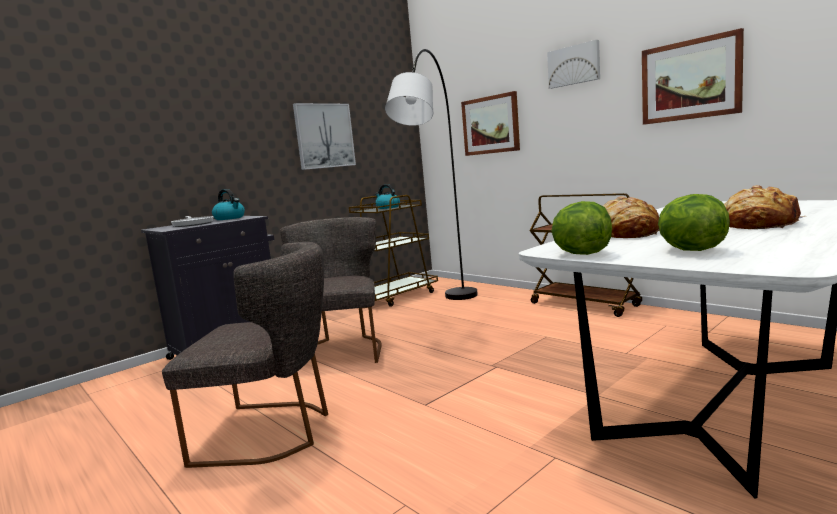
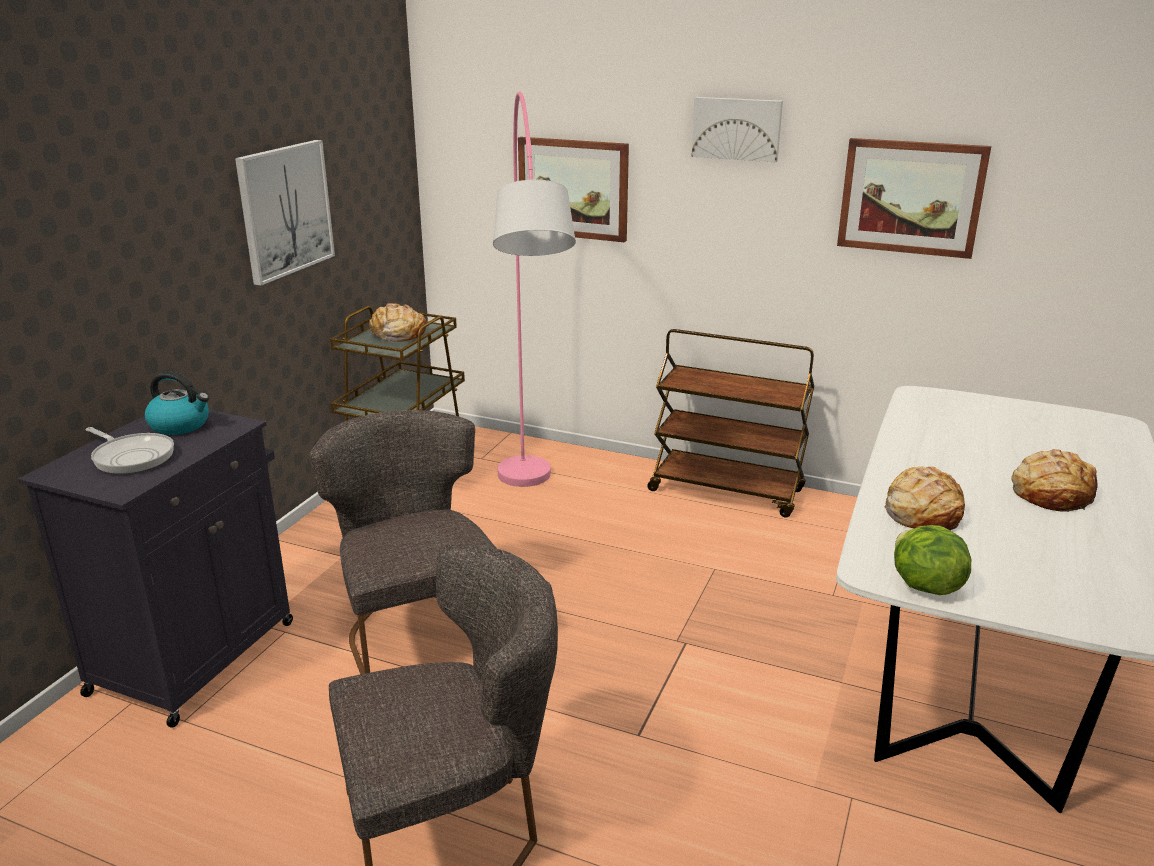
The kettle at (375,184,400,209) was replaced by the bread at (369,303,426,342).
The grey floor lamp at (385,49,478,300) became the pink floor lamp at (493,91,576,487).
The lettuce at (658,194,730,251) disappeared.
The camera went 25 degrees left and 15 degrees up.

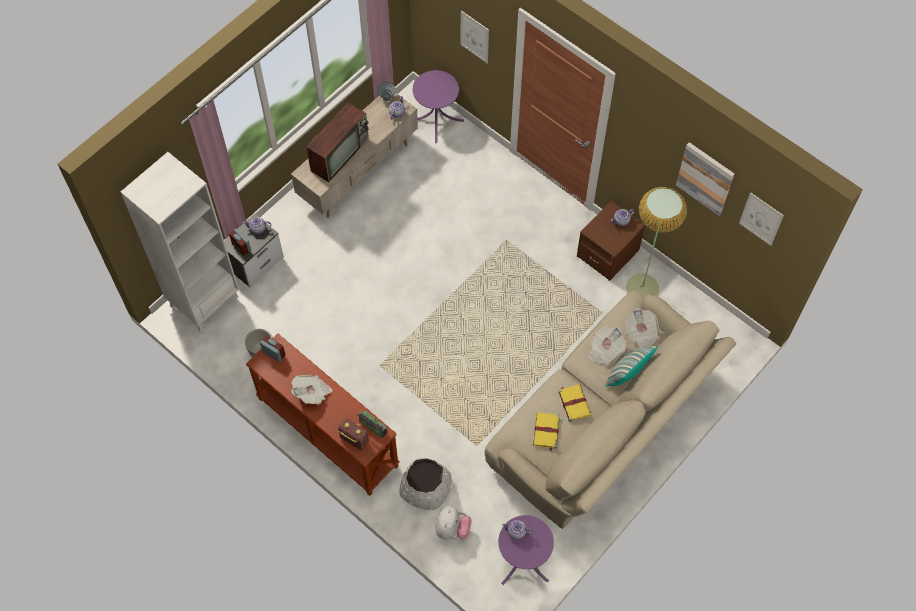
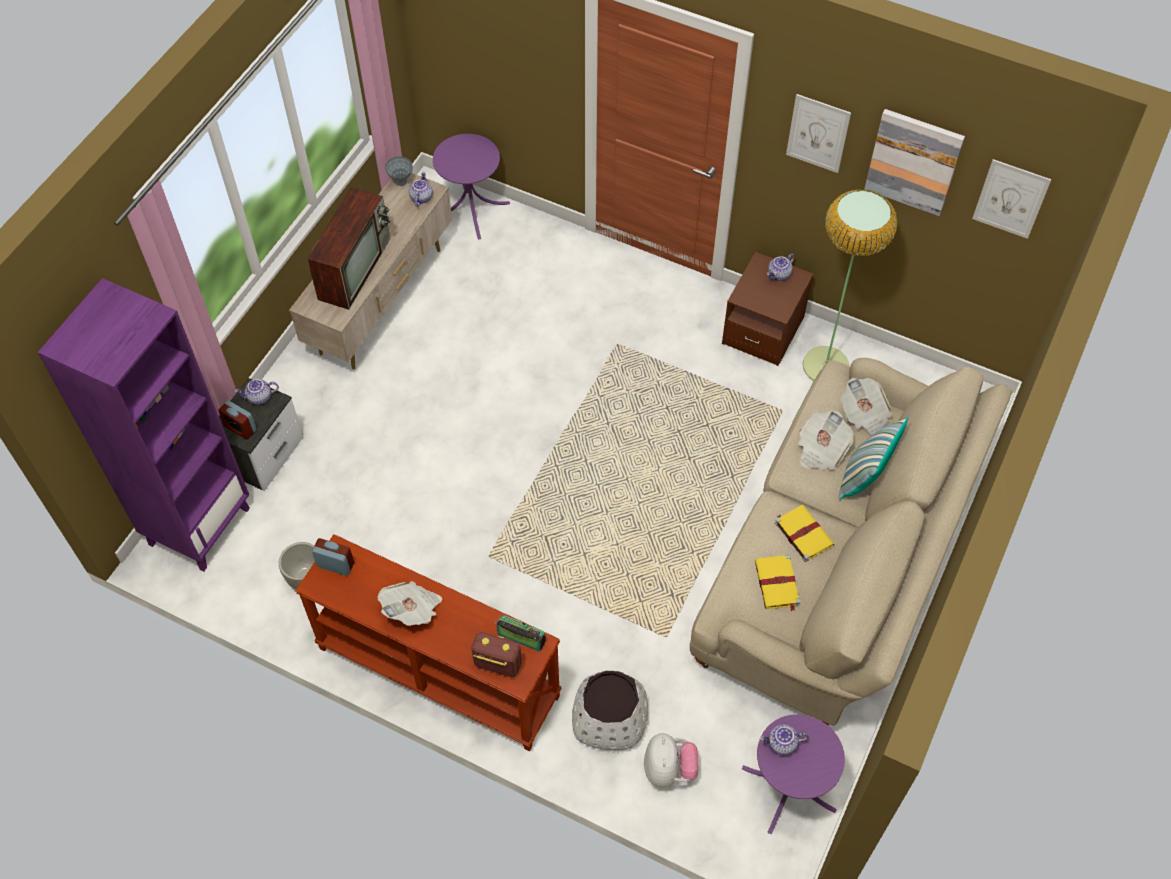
The white bookcase at (121,152,239,332) became the purple bookcase at (38,278,250,572).
The picture moved from (461,10,489,63) to (786,94,851,173).
The camera went 15 degrees left and 5 degrees down.

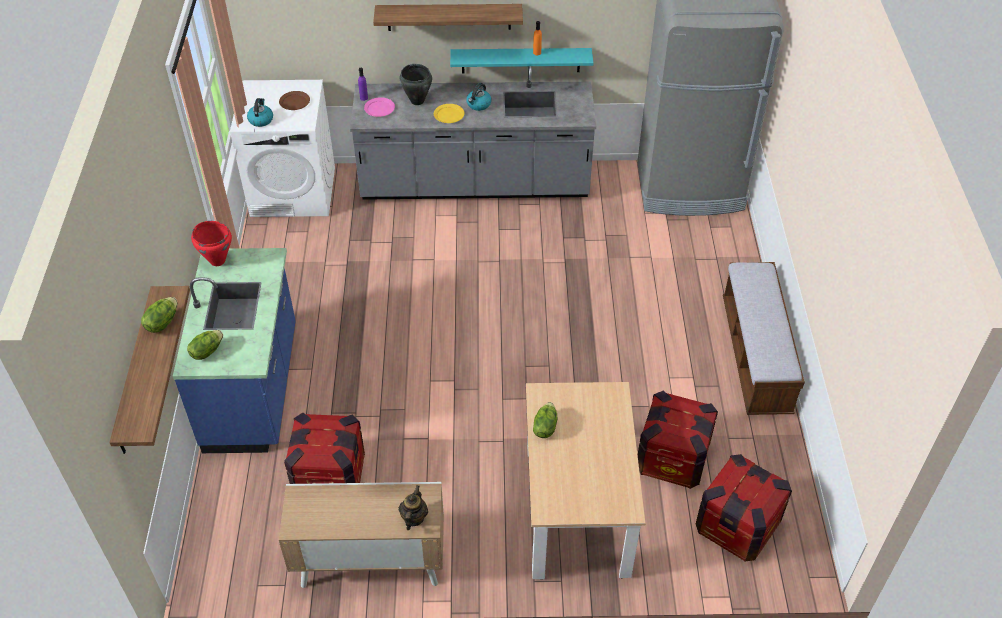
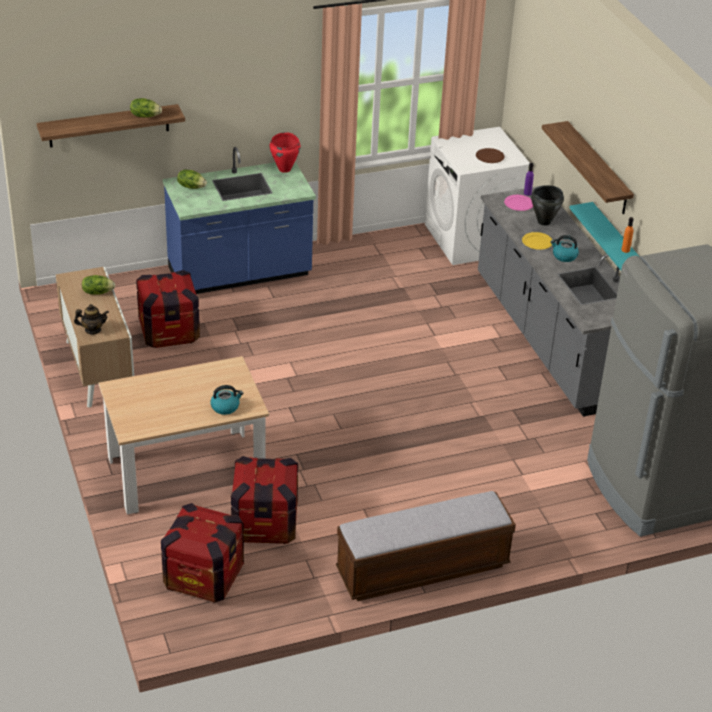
The kettle moved from (247,98,273,127) to (210,385,244,415).
The lettuce moved from (533,402,557,438) to (82,275,115,295).
The camera went 70 degrees right and 10 degrees down.

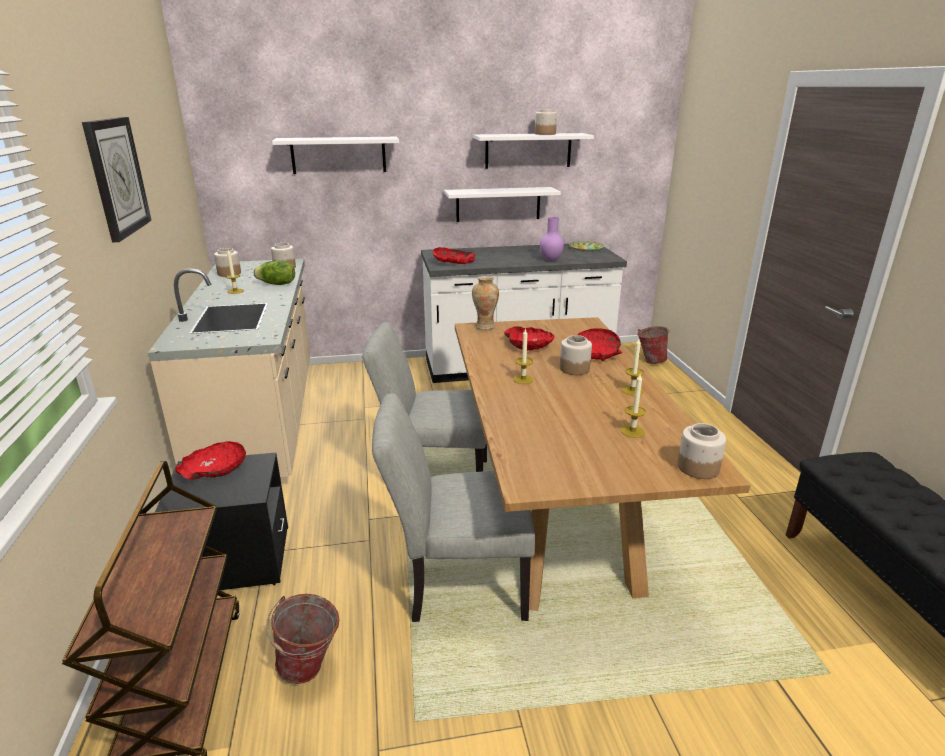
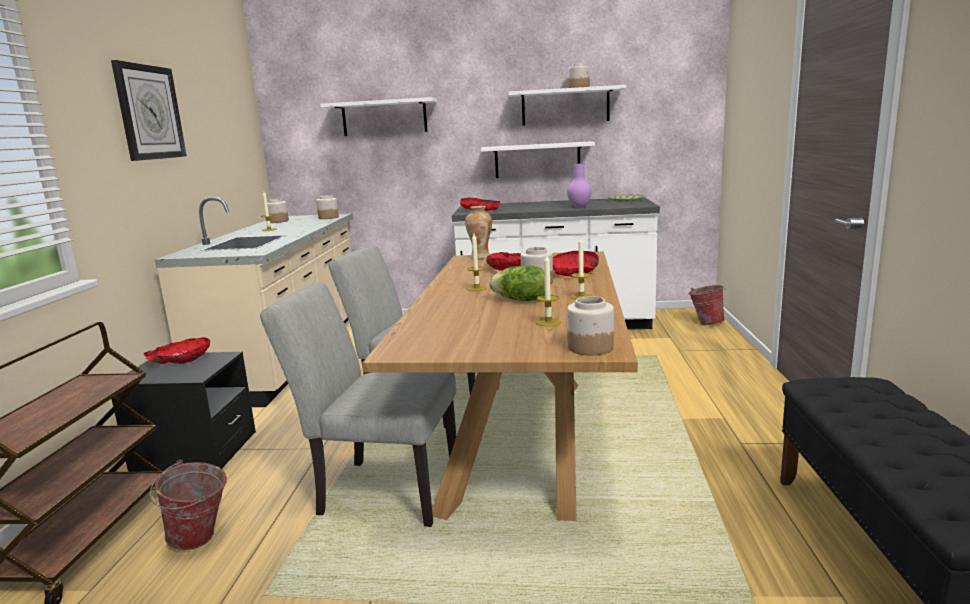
The lettuce moved from (253,261,295,285) to (489,266,545,301).
The camera went 15 degrees right and 10 degrees down.

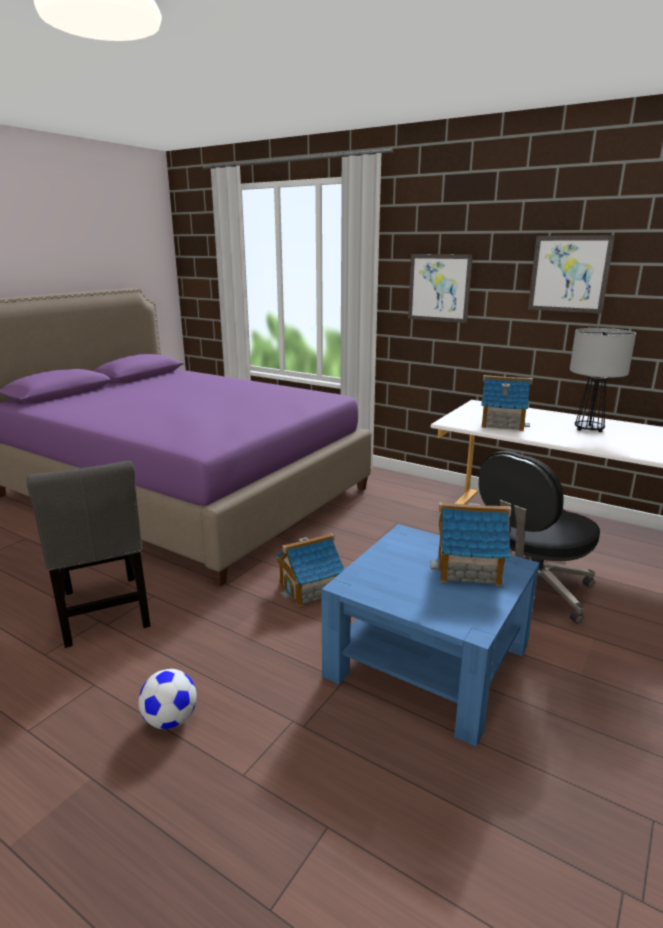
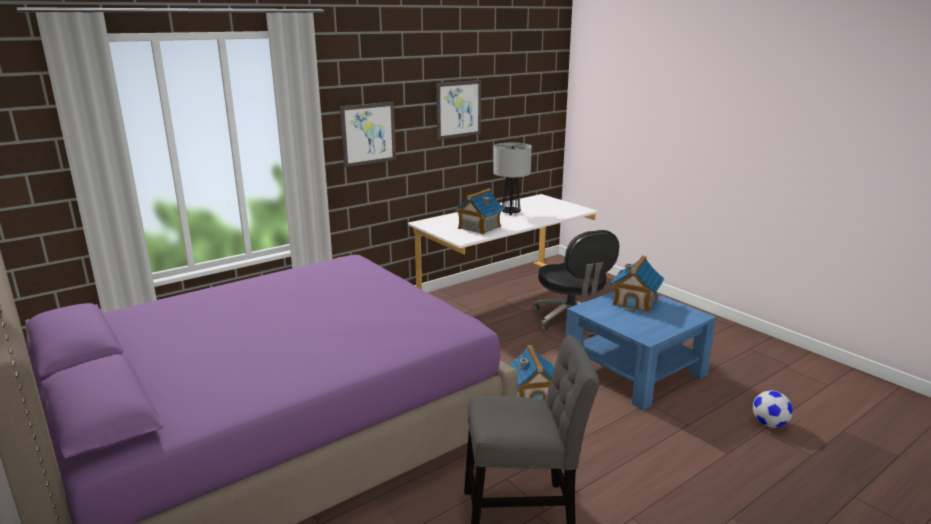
The football moved from (138,669,197,729) to (753,390,793,428).
The camera went 70 degrees left and 0 degrees up.

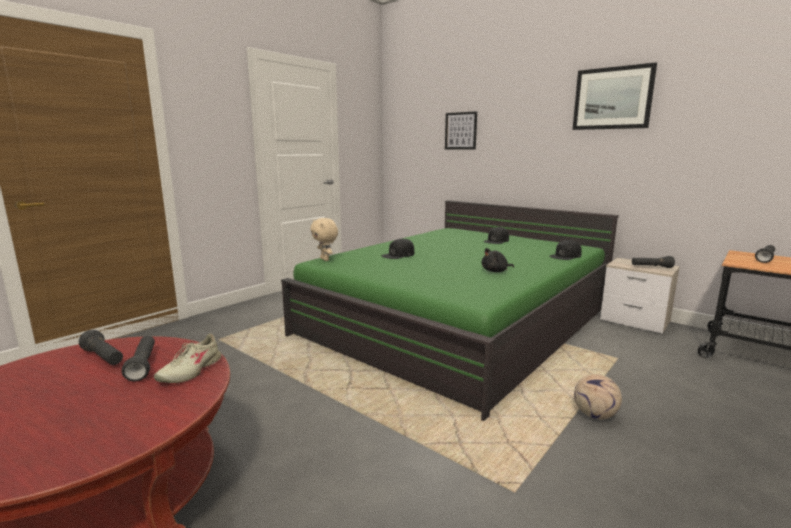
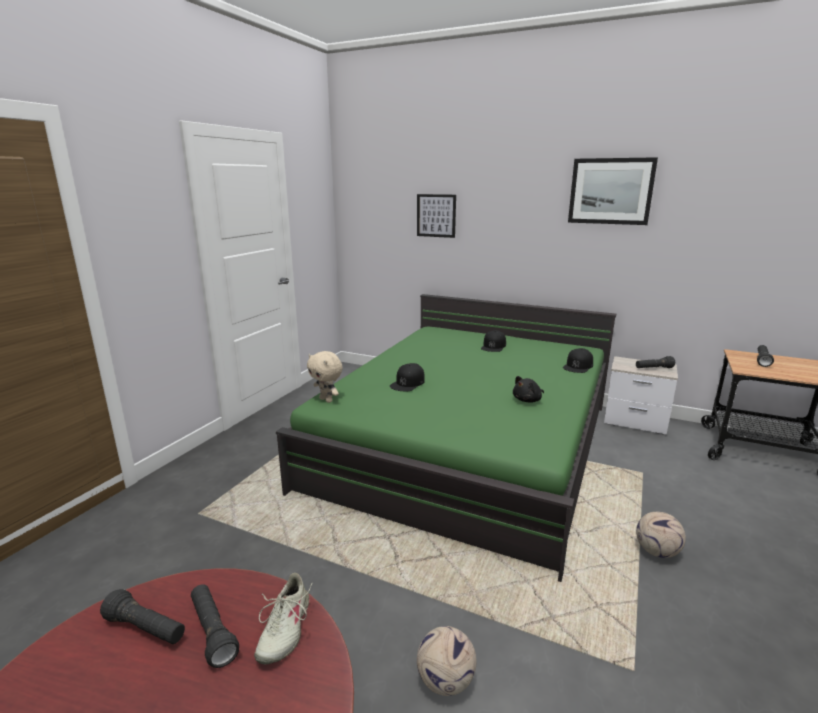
The football at (417,626,476,696) appeared.
The camera went 15 degrees left and 5 degrees up.

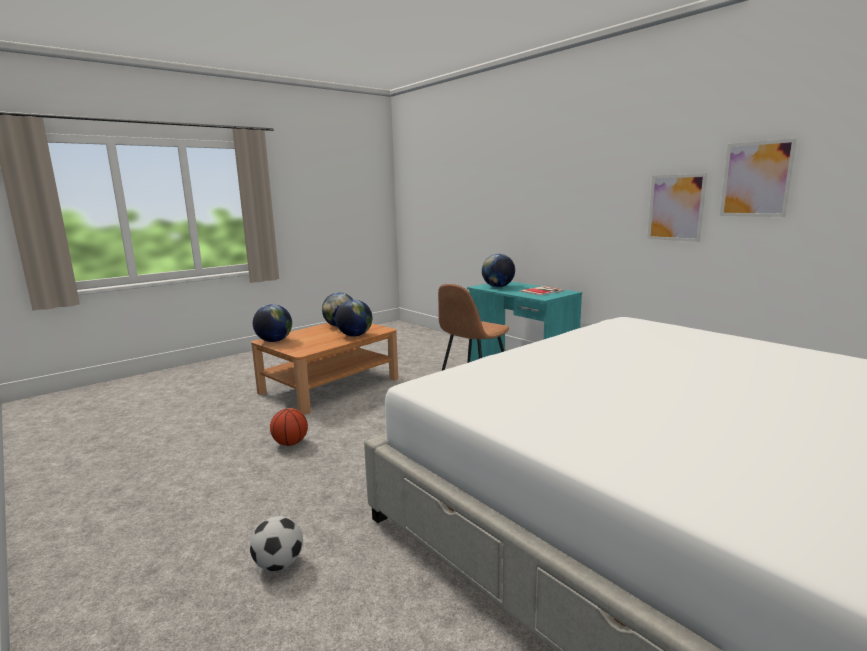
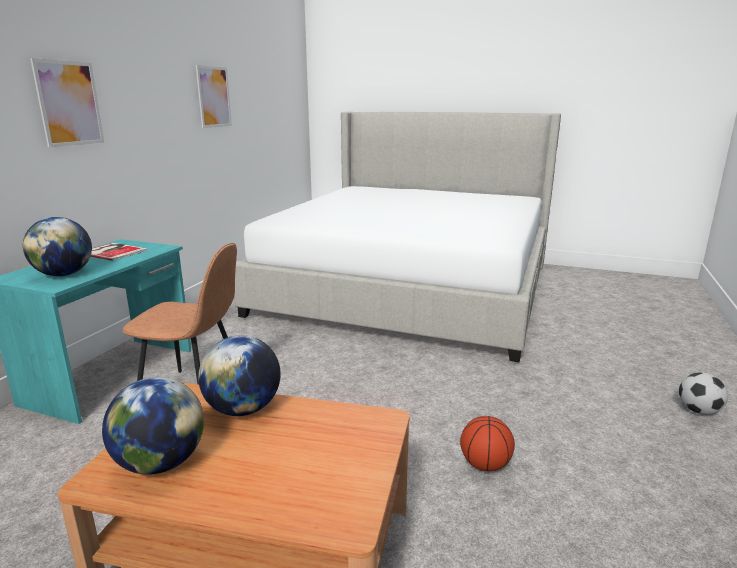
The football moved from (250,516,303,571) to (679,372,728,415).
The globe at (253,304,292,342) disappeared.
The picture moved from (647,173,707,242) to (30,58,104,147).
The camera went 120 degrees left and 5 degrees up.

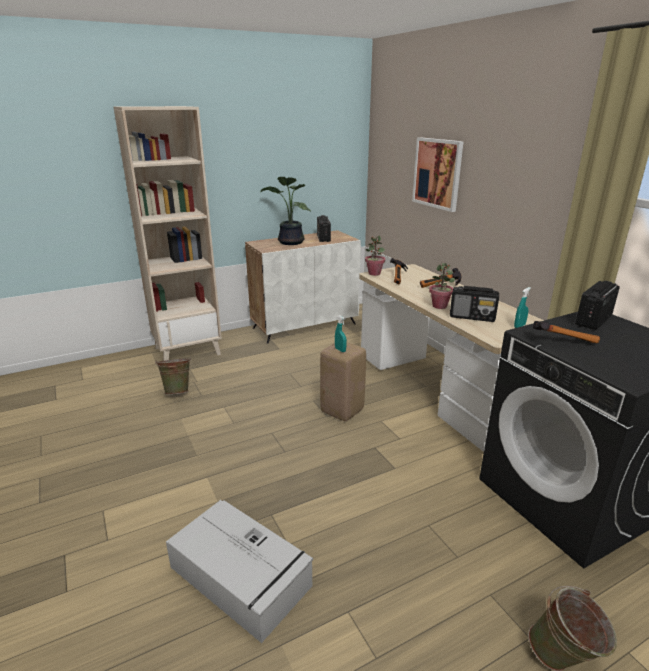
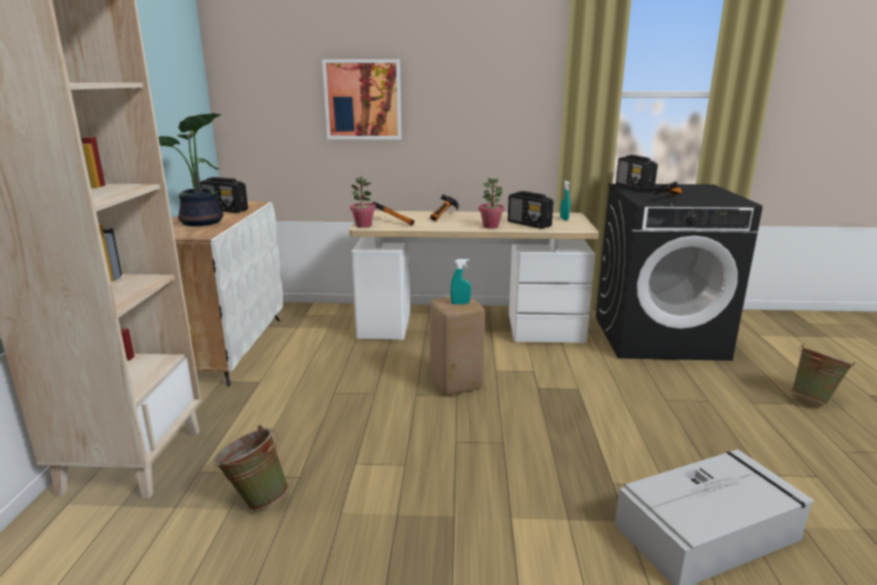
The radio at (450,286,499,322) turned 90 degrees clockwise.
The camera went 60 degrees left and 5 degrees down.

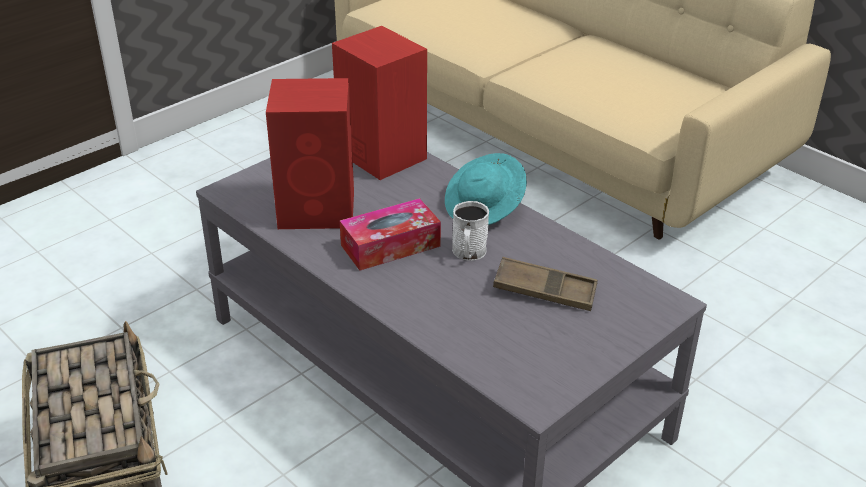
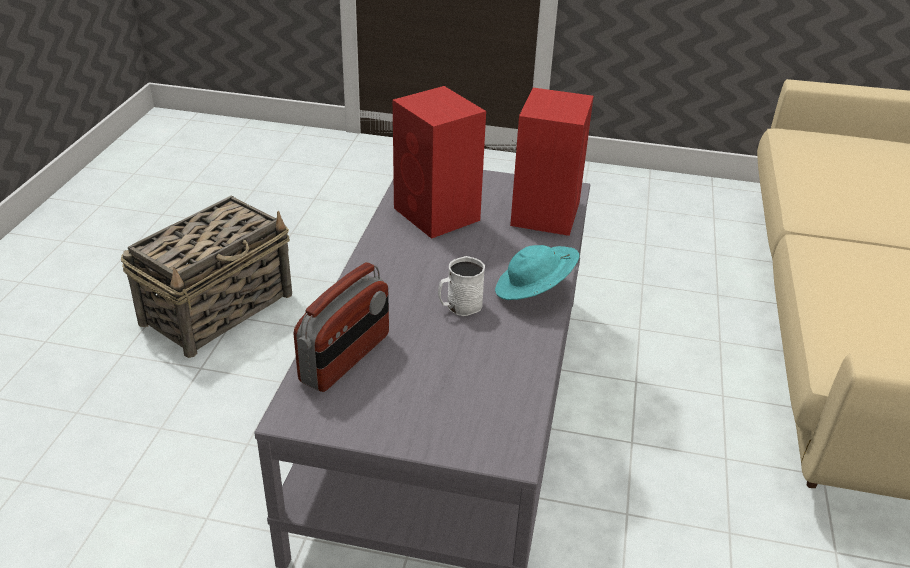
The tissue box at (340,198,441,271) disappeared.
The brown tray at (493,257,598,311) disappeared.
The radio at (293,262,389,392) appeared.
The camera went 55 degrees right and 0 degrees up.

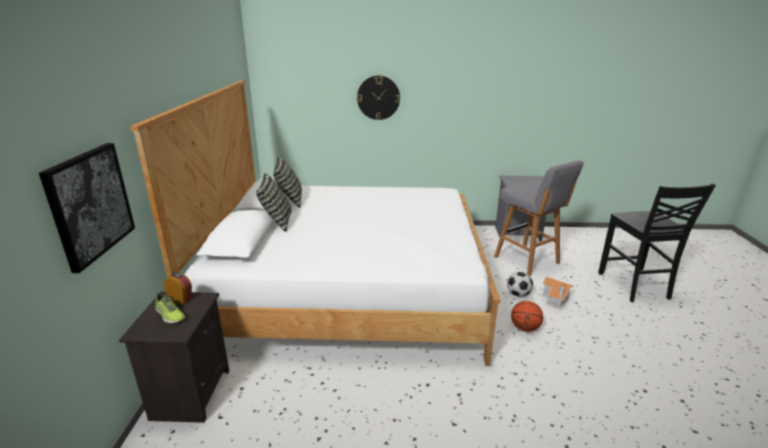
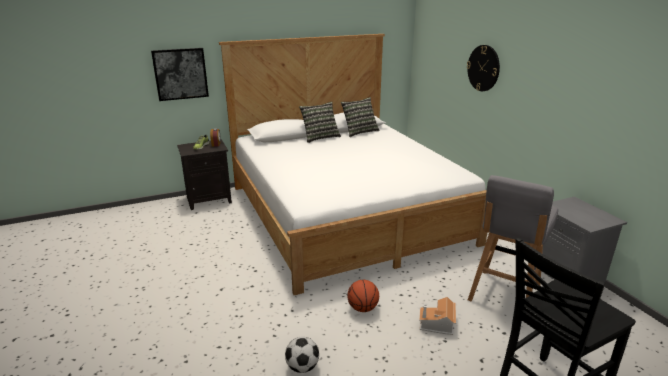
The football moved from (507,272,533,297) to (285,337,319,373).
The camera went 65 degrees right and 0 degrees up.

